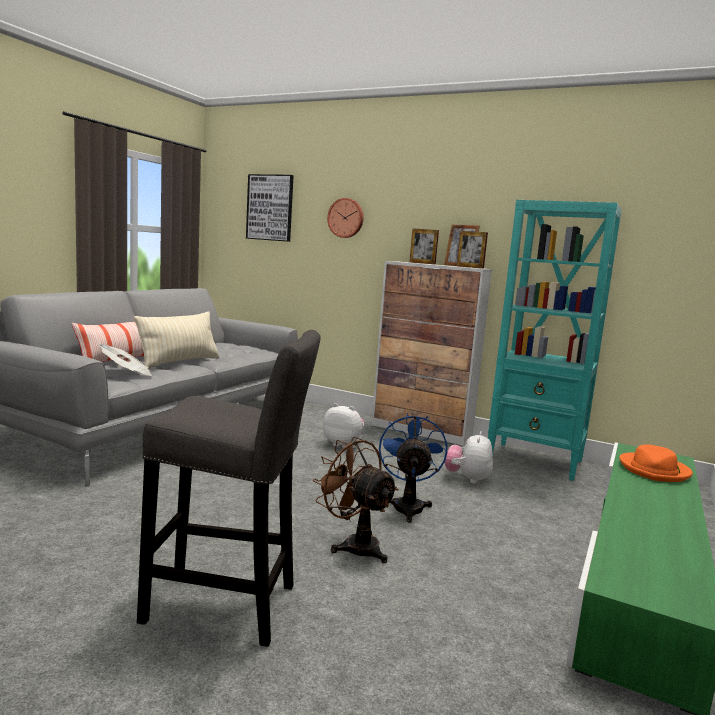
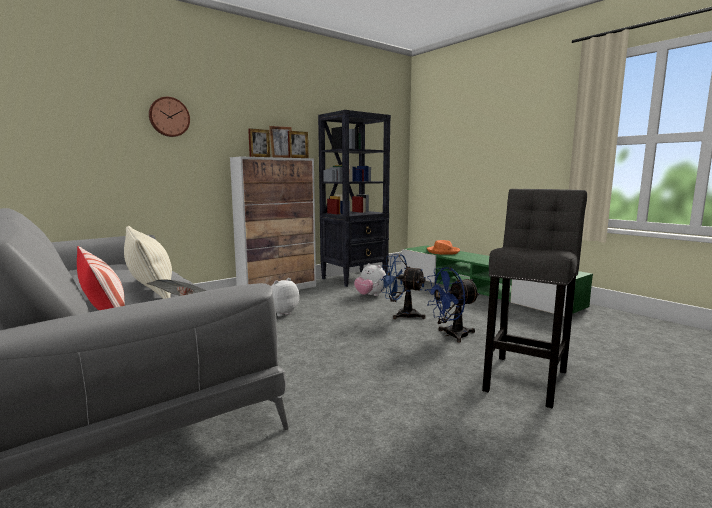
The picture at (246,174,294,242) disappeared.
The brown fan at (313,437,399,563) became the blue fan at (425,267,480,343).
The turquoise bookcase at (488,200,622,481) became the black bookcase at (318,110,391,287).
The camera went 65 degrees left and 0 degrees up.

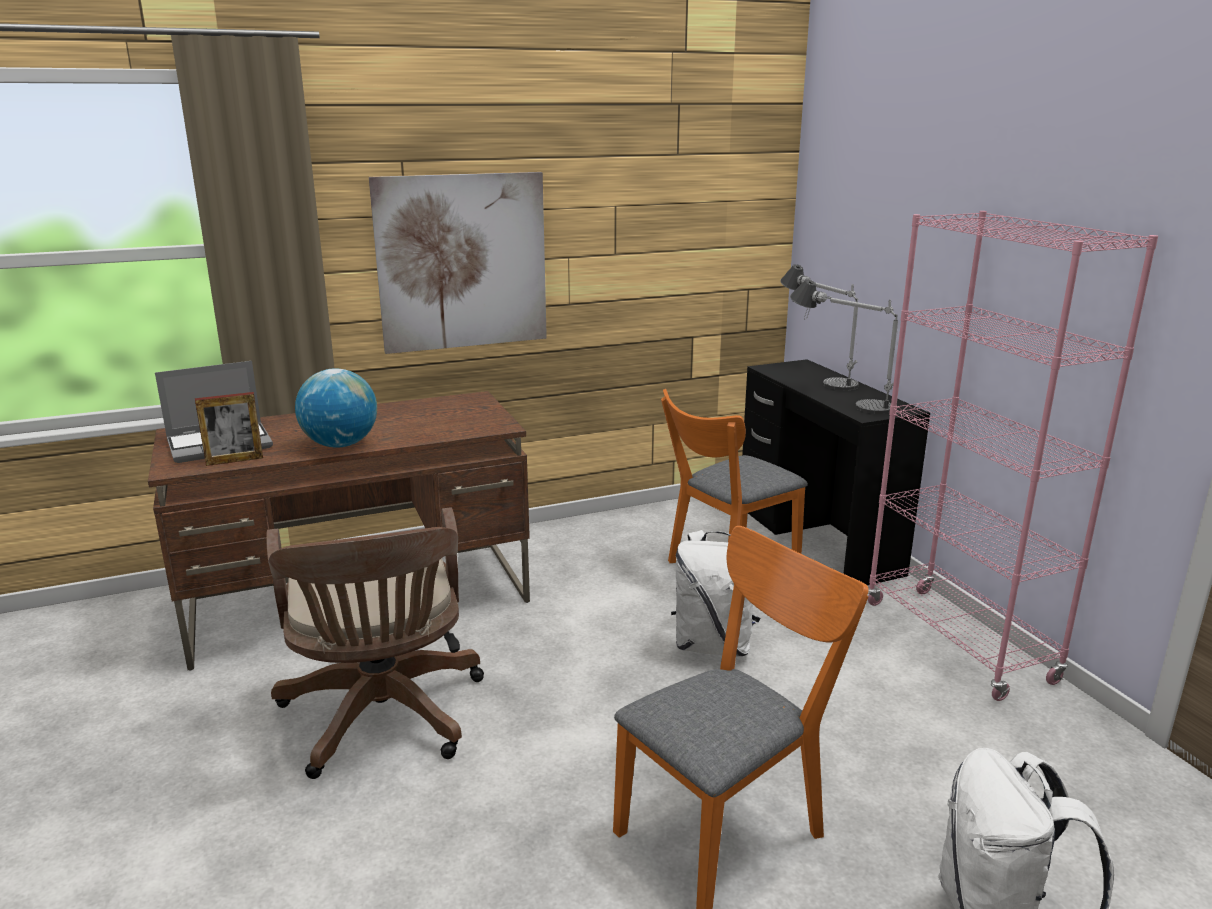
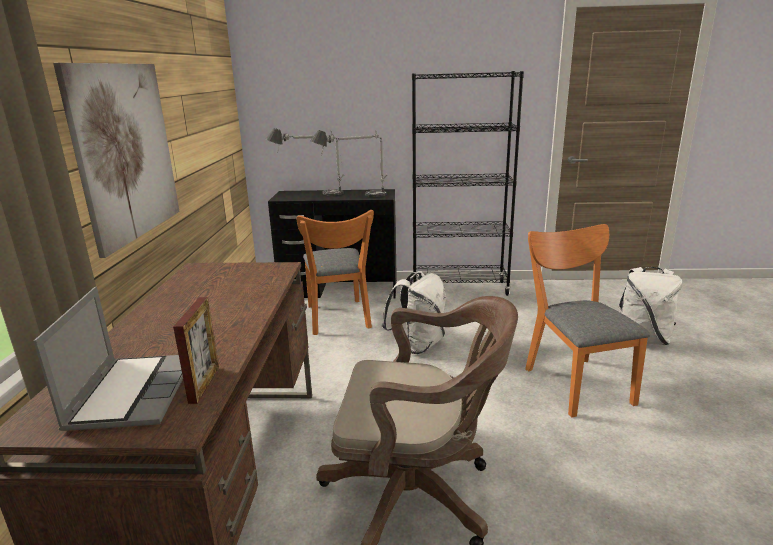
The globe at (295,368,377,448) disappeared.
The pink bookcase at (868,211,1158,701) became the black bookcase at (412,71,524,296).
The camera went 65 degrees left and 0 degrees up.

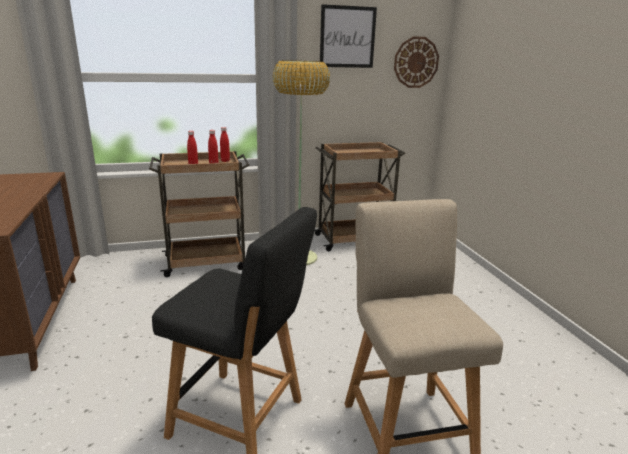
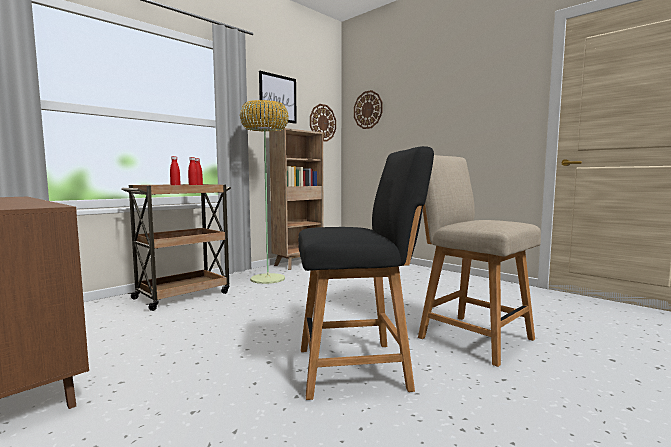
The brown cart at (315,142,405,251) was replaced by the brown bookcase at (269,128,324,270).
The wall clock at (354,90,383,129) appeared.
The camera went 30 degrees left and 15 degrees down.

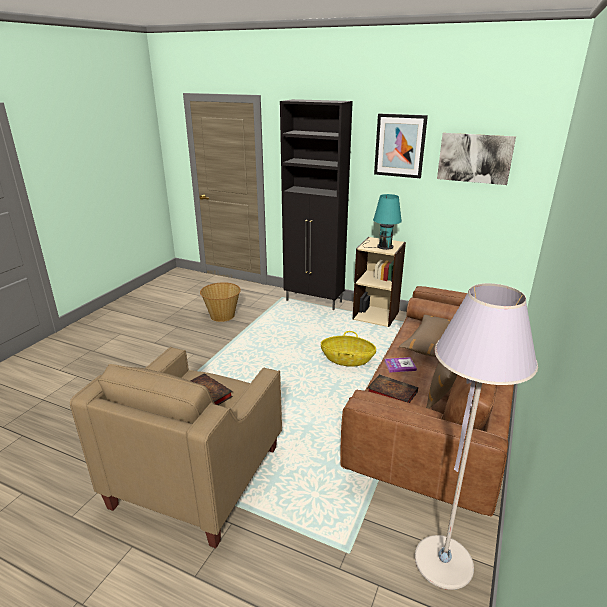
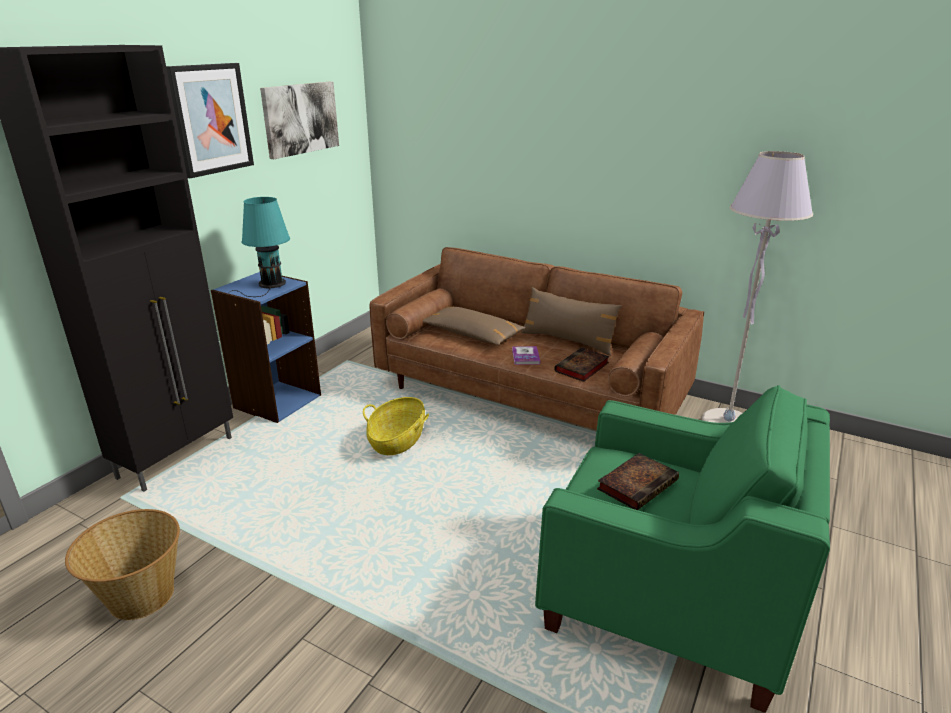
The beige armchair at (70,347,282,548) became the green armchair at (535,385,830,713).
The beige bookcase at (353,237,406,327) became the blue bookcase at (211,272,321,423).
The camera went 85 degrees left and 0 degrees up.

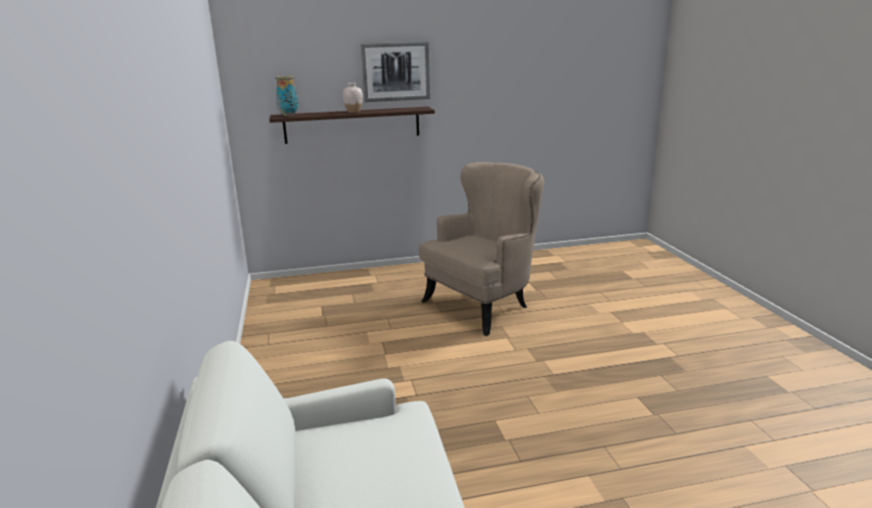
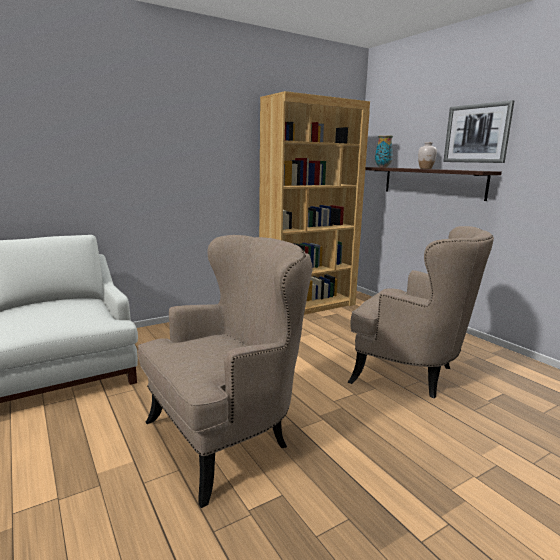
The beige armchair at (138,235,313,508) appeared.
The brown bookcase at (259,91,370,315) appeared.
The camera went 70 degrees right and 5 degrees down.

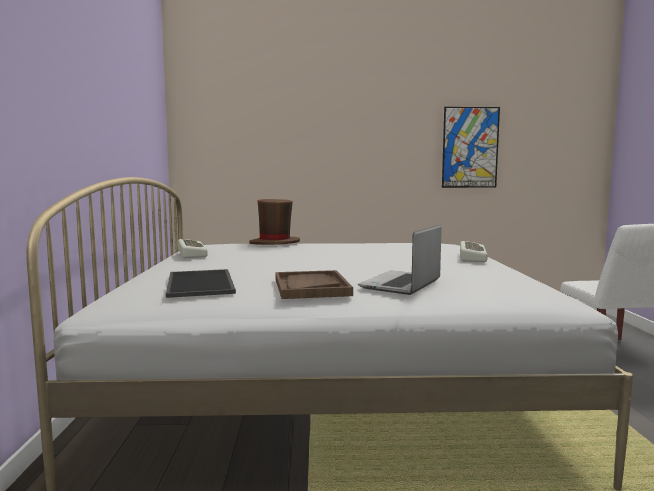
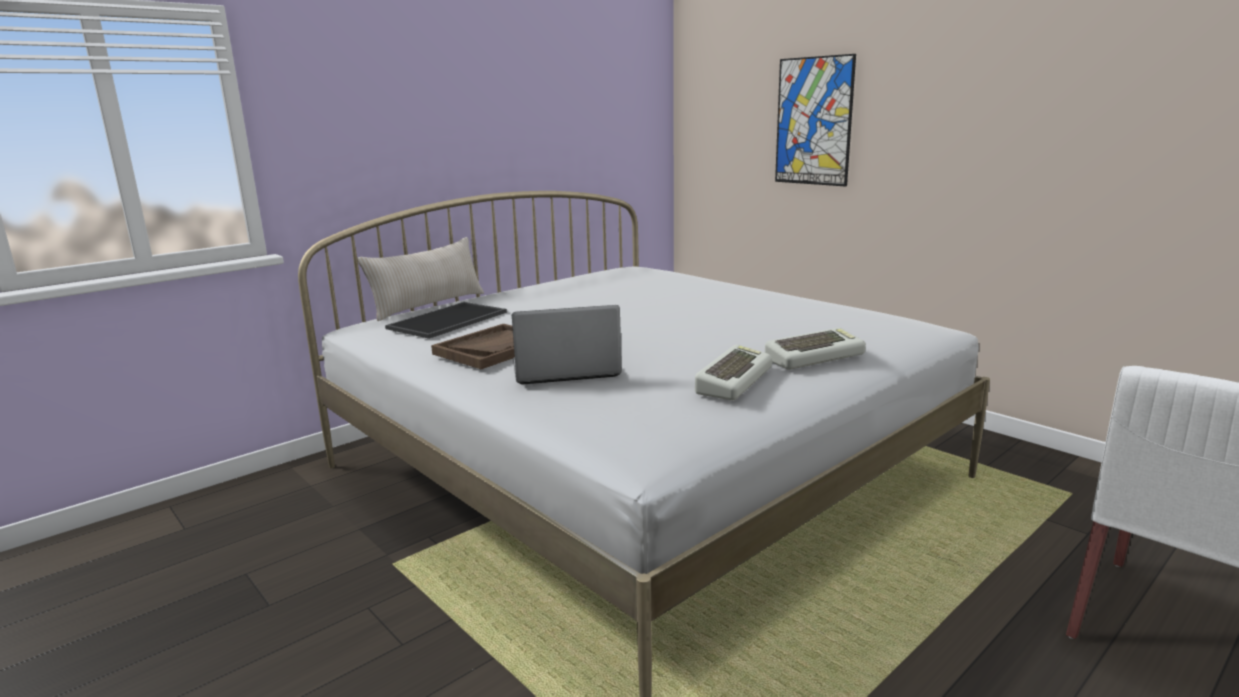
The keyboard moved from (178,239,208,258) to (695,345,772,400).
The brown hat at (249,199,300,245) disappeared.
The picture moved from (442,107,500,188) to (775,54,856,186).
The beige pillow at (357,237,484,321) appeared.
The camera went 50 degrees right and 10 degrees up.

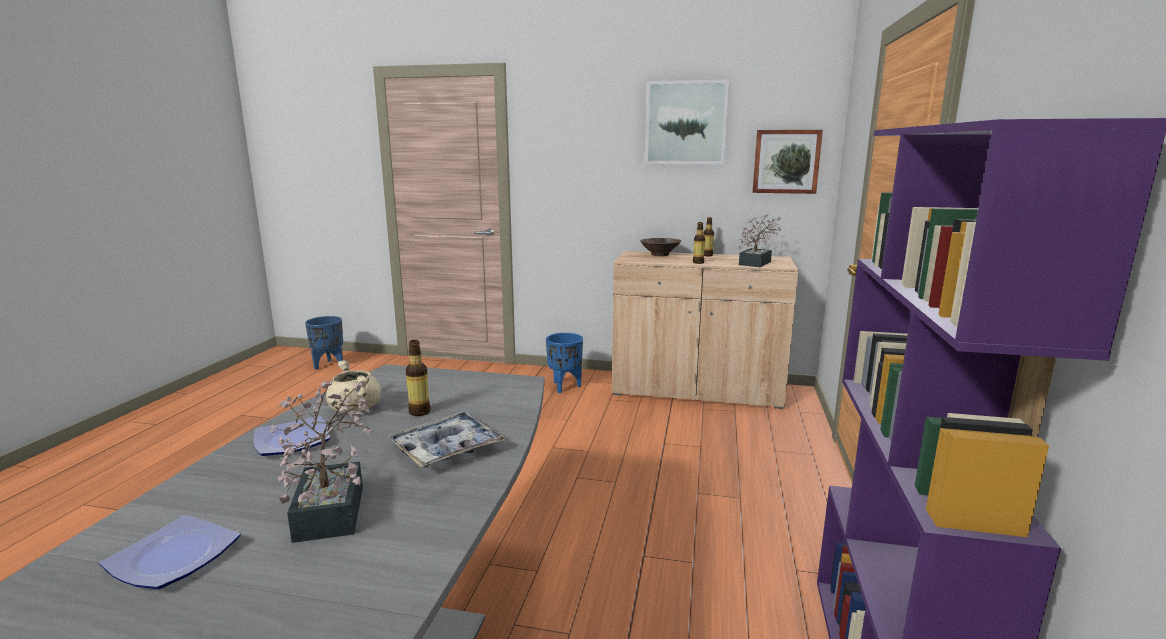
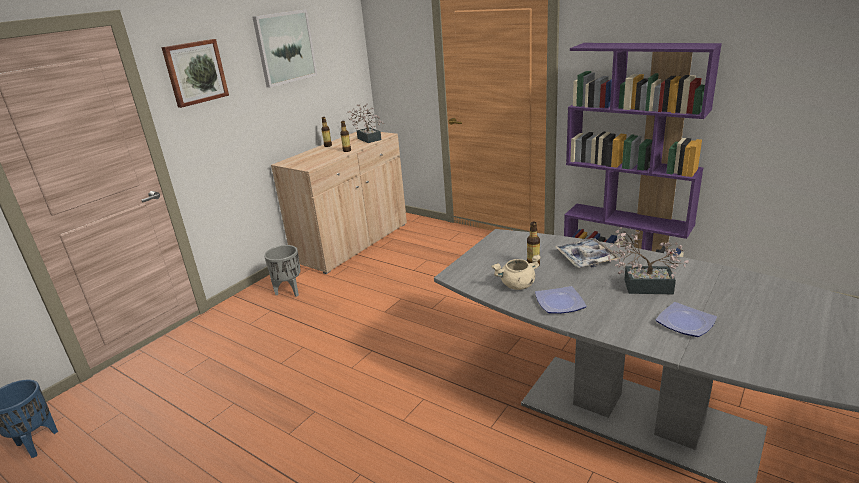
The blue planter at (546,333,583,393) became the grey planter at (264,245,301,297).
The brown bowl at (640,238,681,256) disappeared.
The picture moved from (752,130,823,194) to (161,39,229,108).
The camera went 65 degrees left and 10 degrees up.

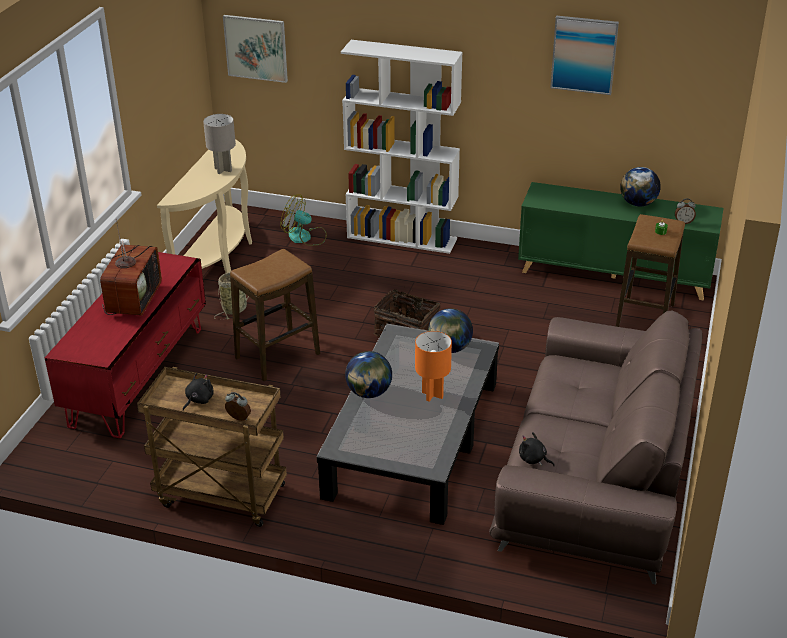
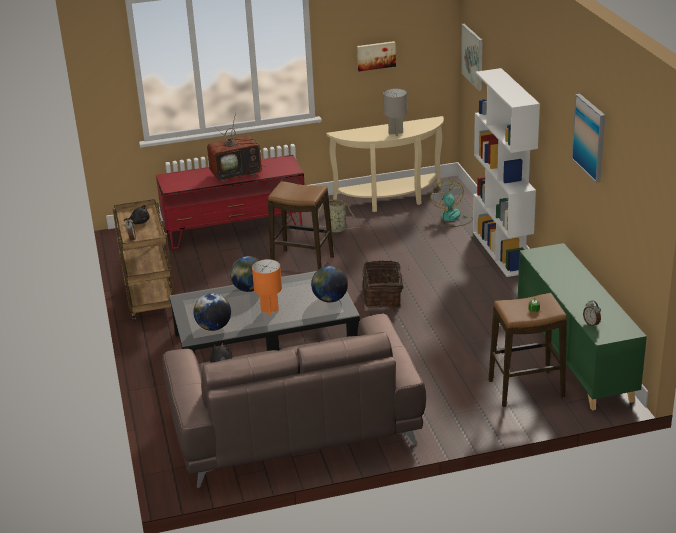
The globe moved from (620,167,661,207) to (193,293,231,331).
The picture at (357,41,396,71) appeared.
The camera went 60 degrees right and 5 degrees down.

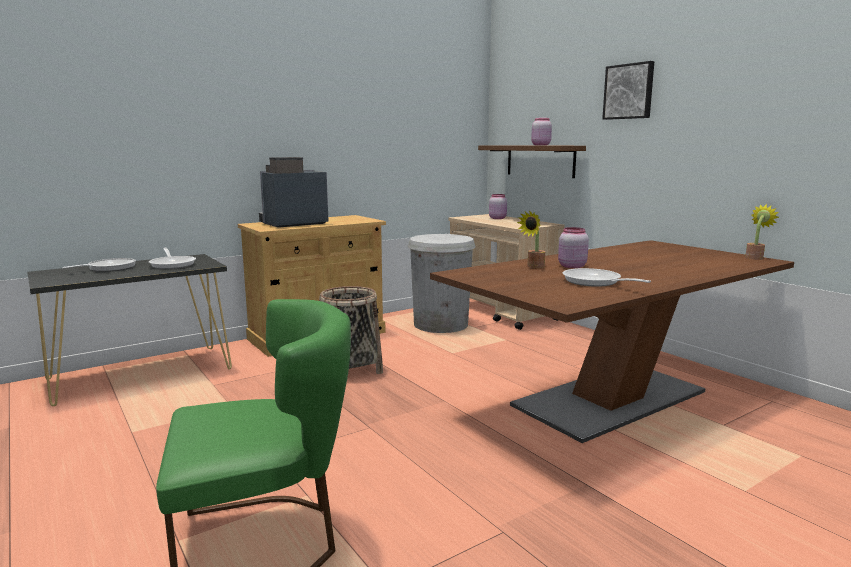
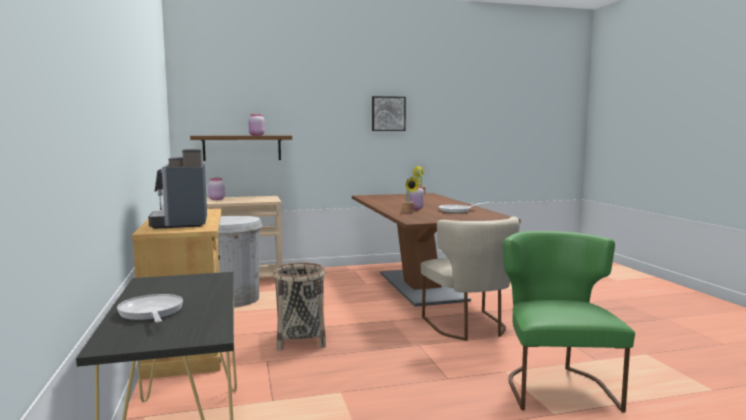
The frying pan at (149,248,196,269) disappeared.
The picture moved from (602,61,654,120) to (372,96,406,131).
The beige chair at (421,217,520,341) appeared.
The camera went 70 degrees left and 5 degrees down.

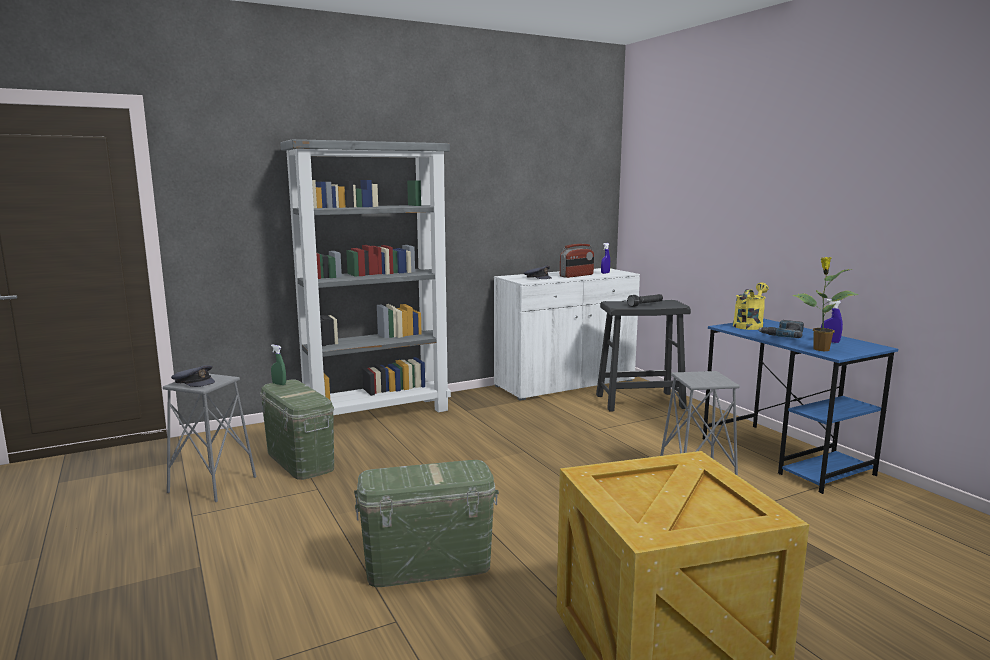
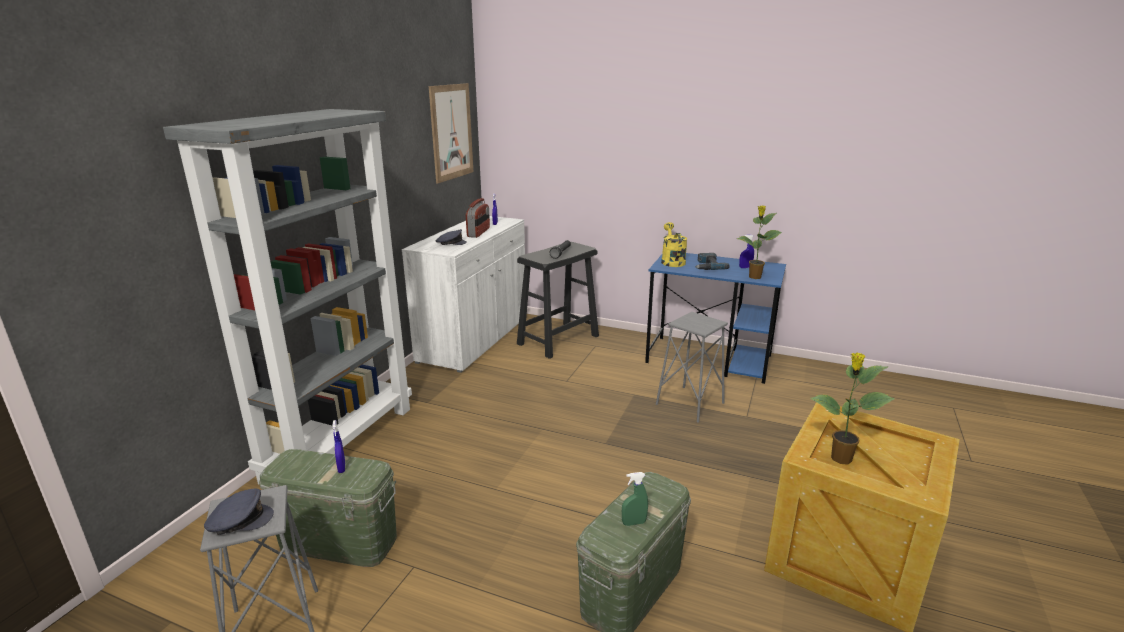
The green spray bottle moved from (271,345,286,385) to (622,472,648,526).
The blue spray bottle at (332,420,345,473) appeared.
The picture at (429,83,473,183) appeared.
The potted plant at (810,352,895,465) appeared.
The camera went 40 degrees left and 10 degrees up.

